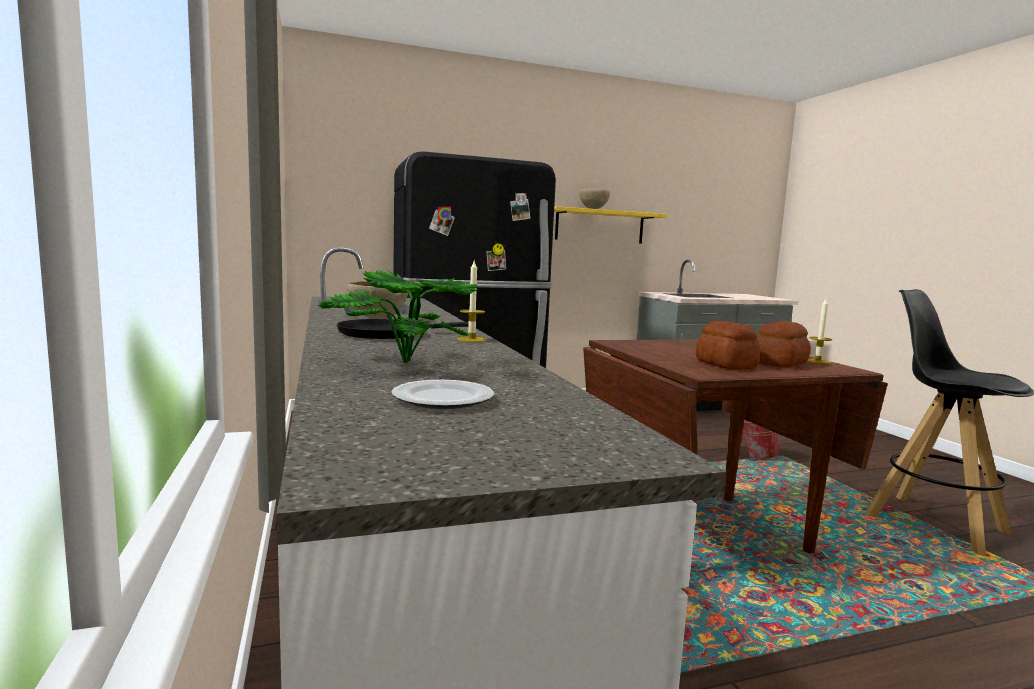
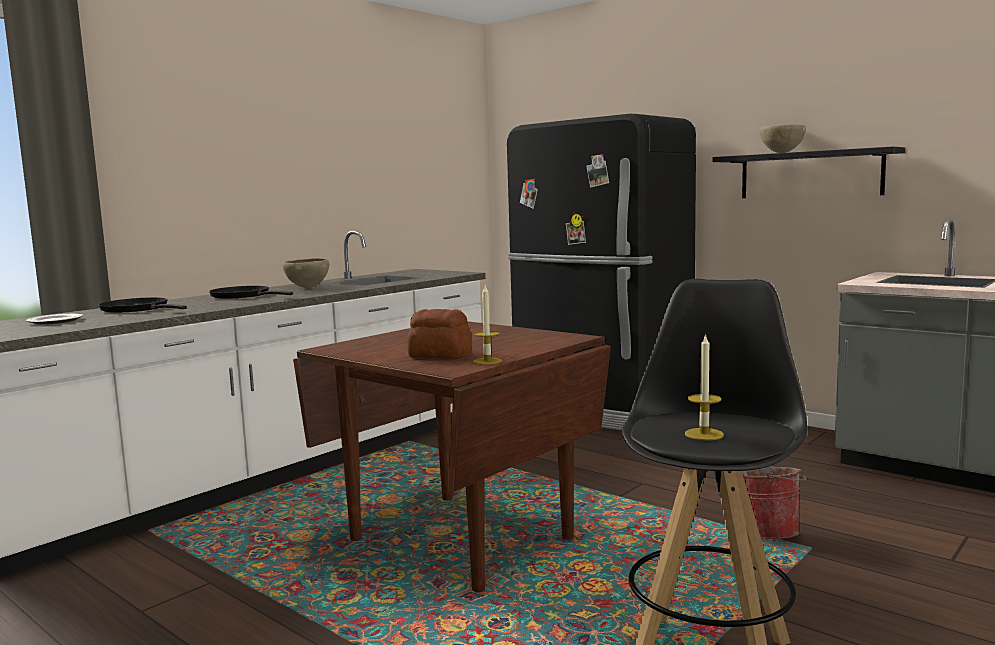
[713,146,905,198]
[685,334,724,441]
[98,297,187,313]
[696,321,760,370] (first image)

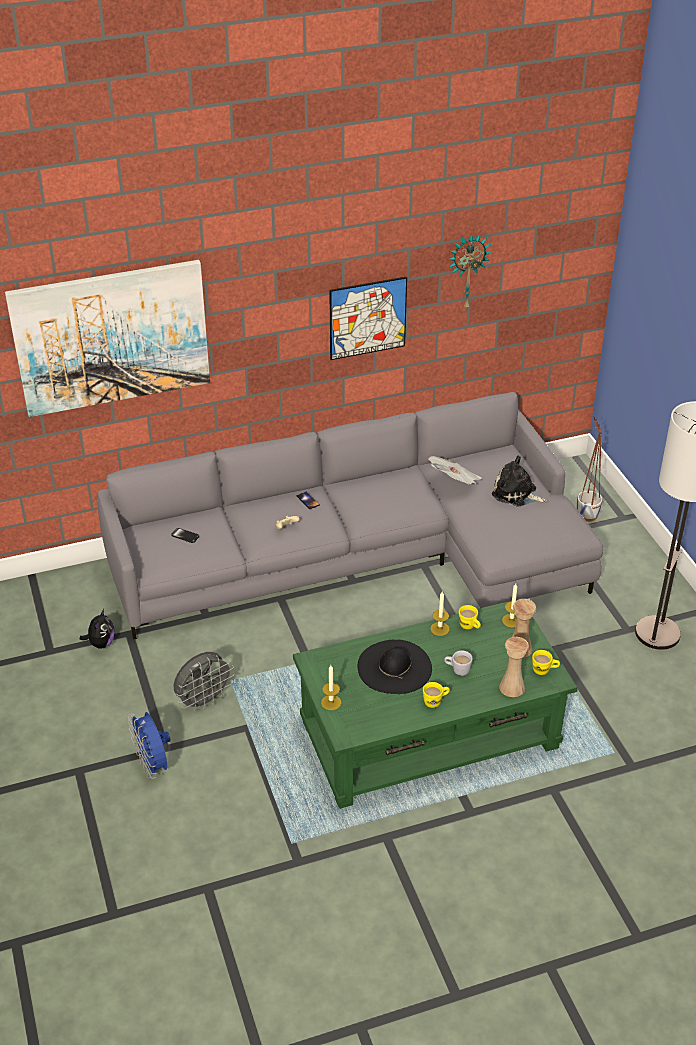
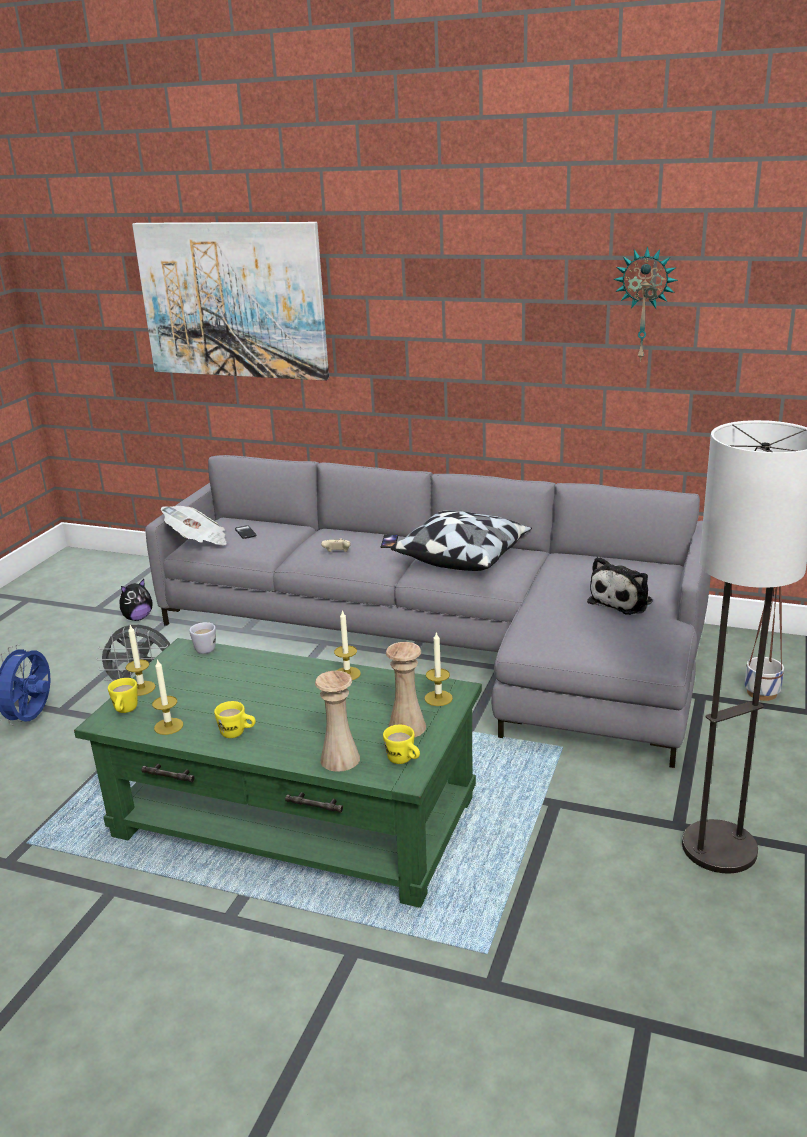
[329,276,407,360] (first image)
[587,557,653,615]
[161,506,227,545]
[108,678,138,713]
[358,639,432,694] (first image)
[189,622,216,654]
[391,510,532,571]
[152,659,183,735]

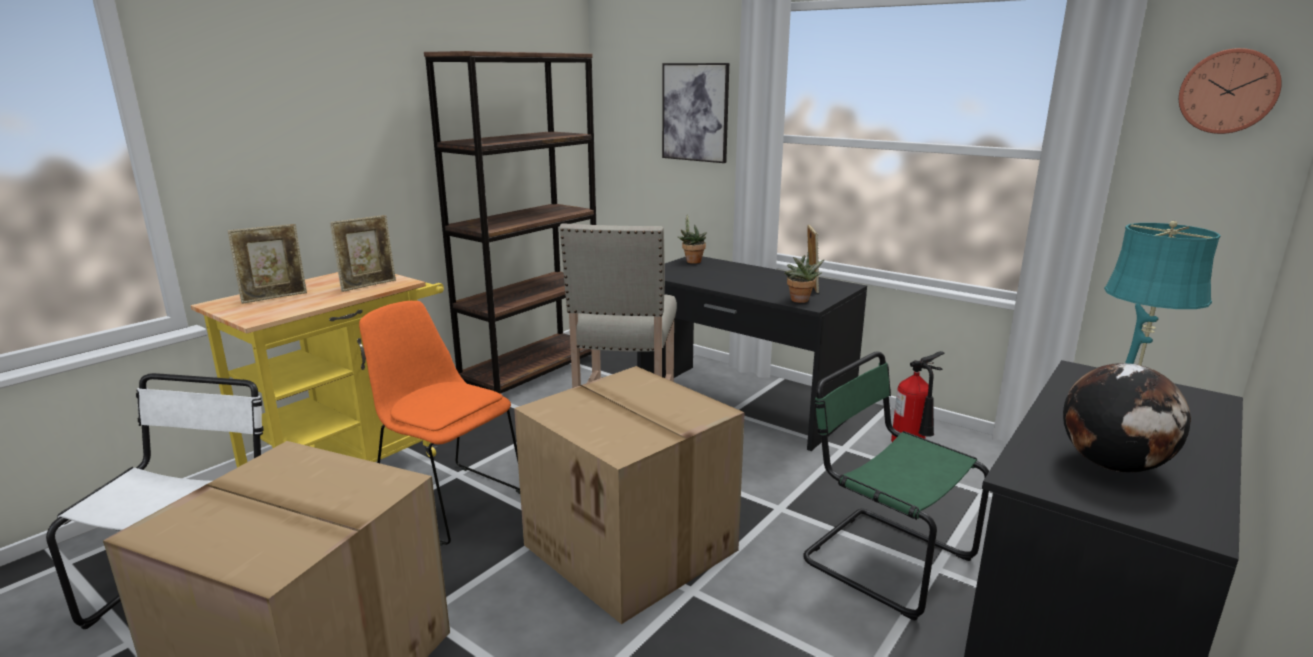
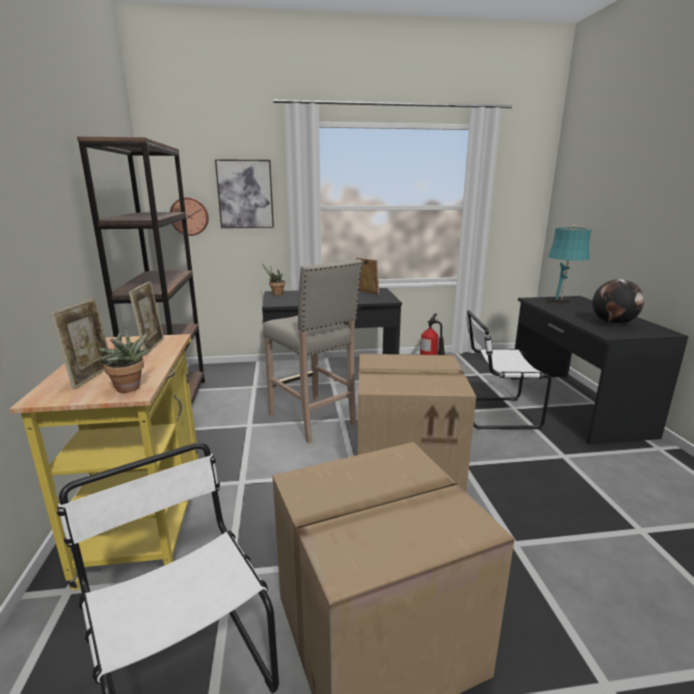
[170,197,209,236]
[98,328,150,393]
[359,301,520,546] (first image)
[467,310,552,429]

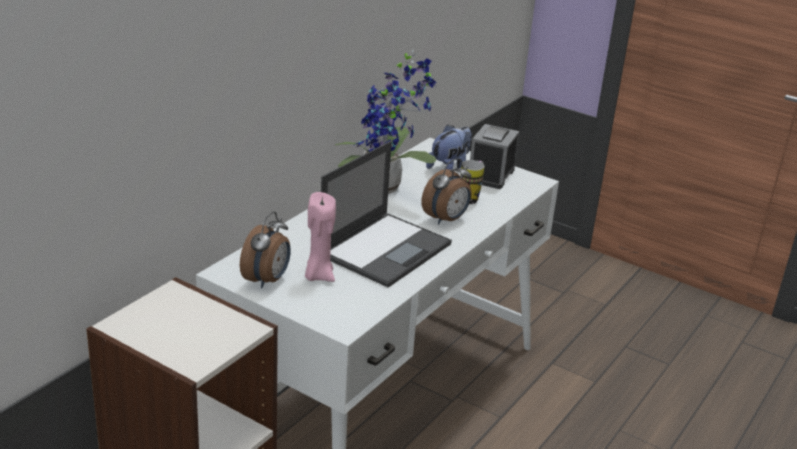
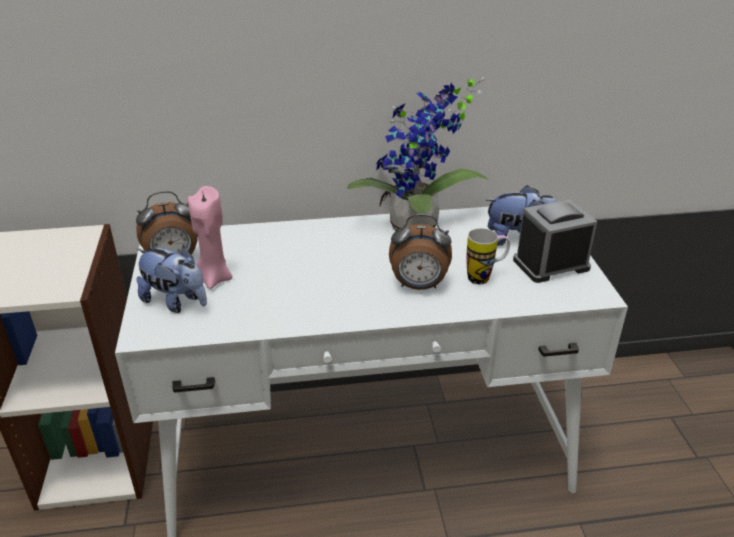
[321,141,452,288] (first image)
[136,246,207,313]

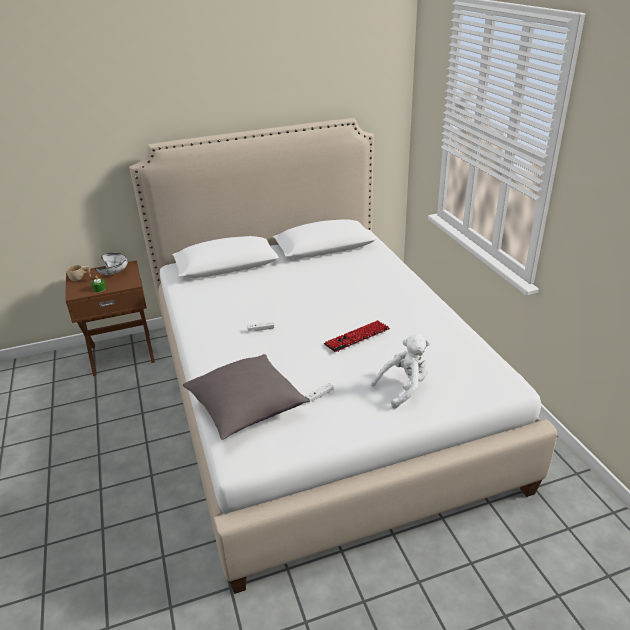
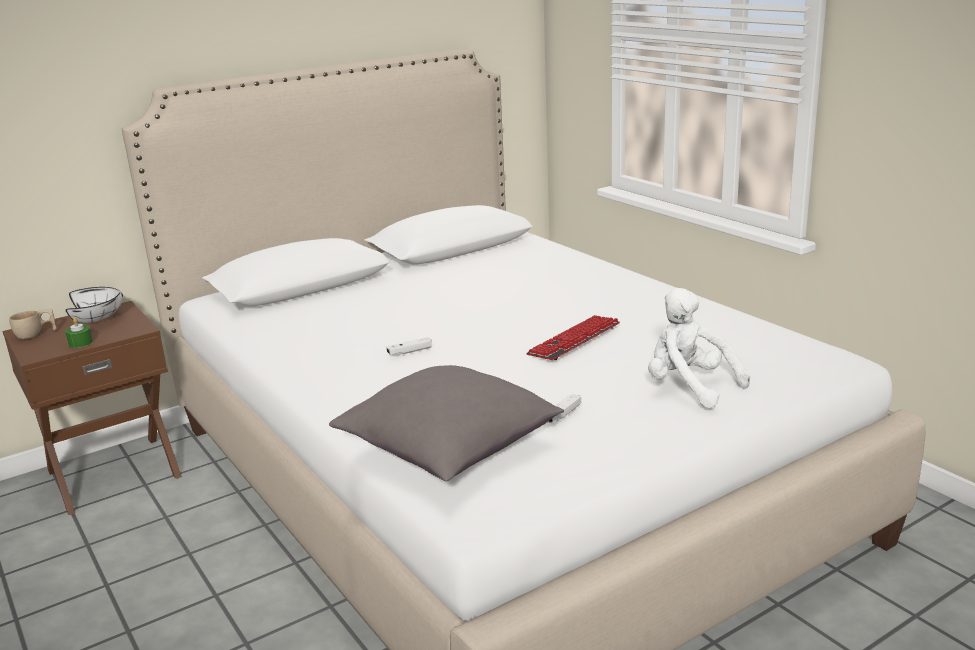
[648,288,750,408]

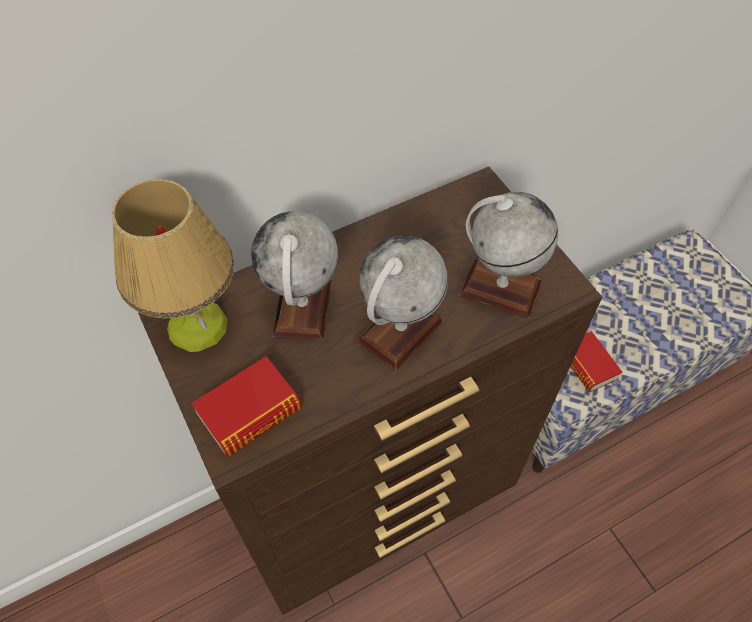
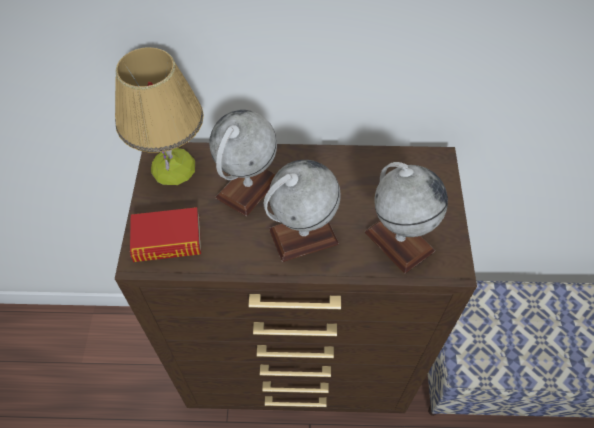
[571,331,622,392] (first image)

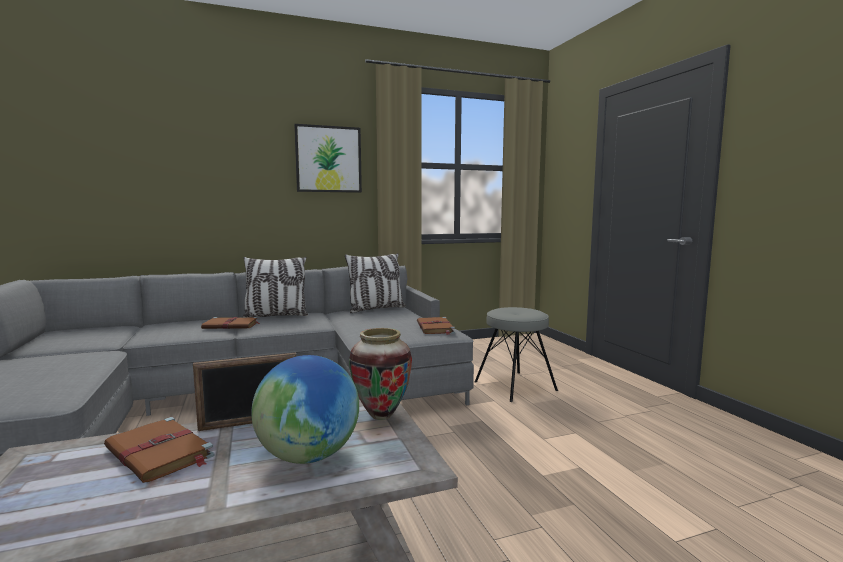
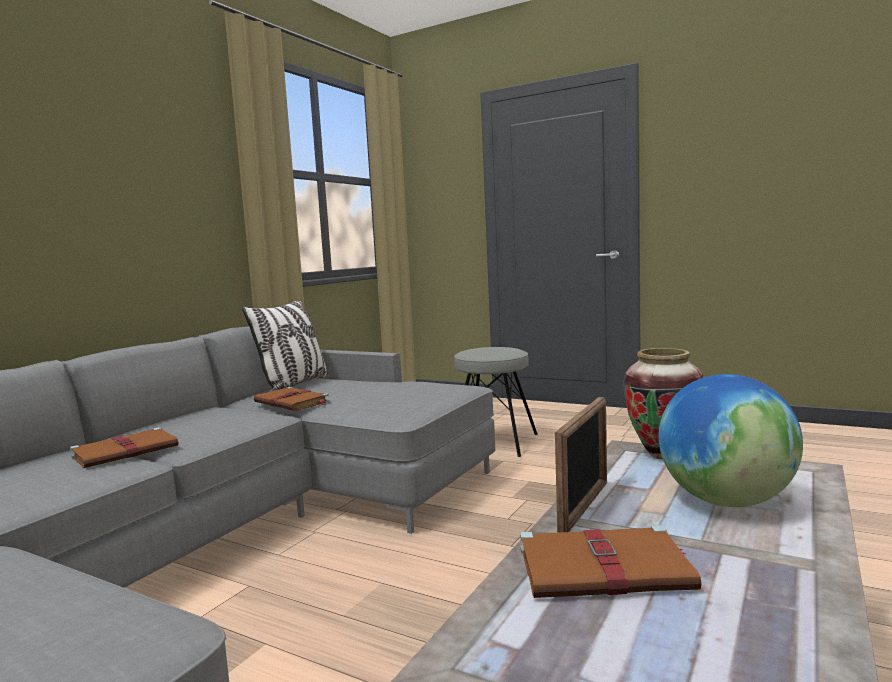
[294,124,362,193] (first image)
[242,257,308,317] (first image)
[254,387,330,411]

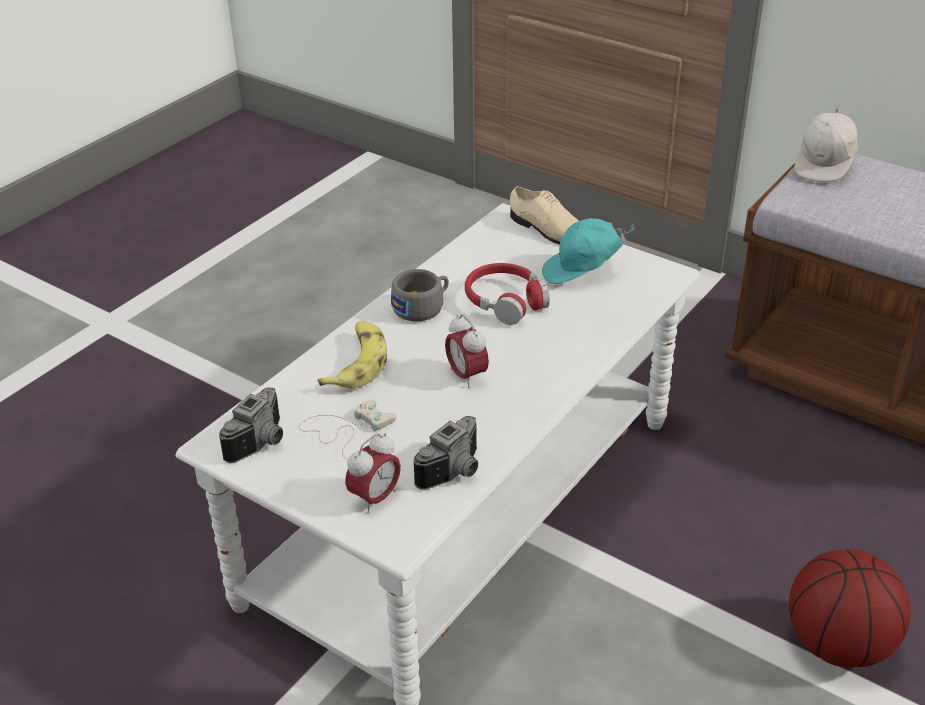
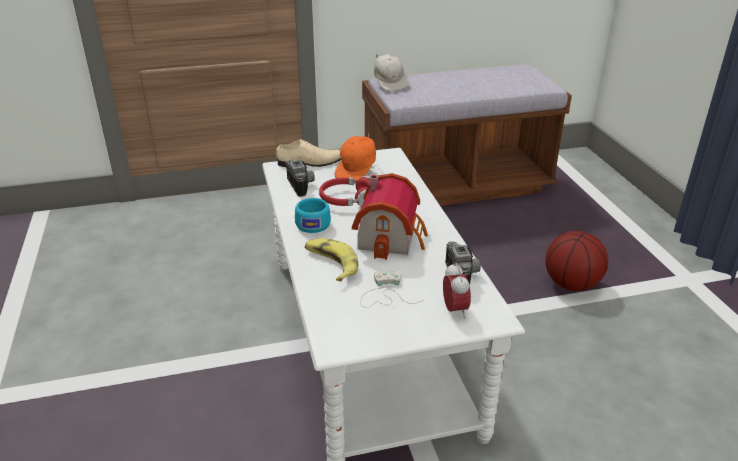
[335,135,376,181]
[295,198,331,233]
[352,173,428,260]
[286,160,315,197]

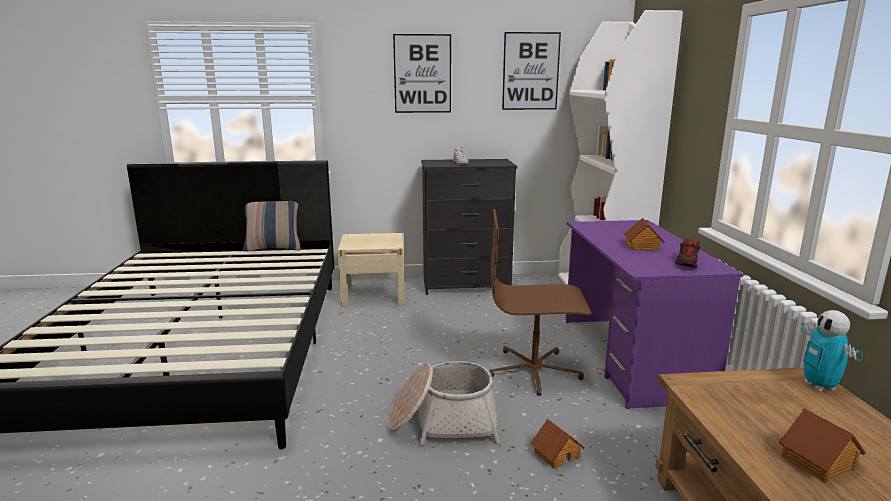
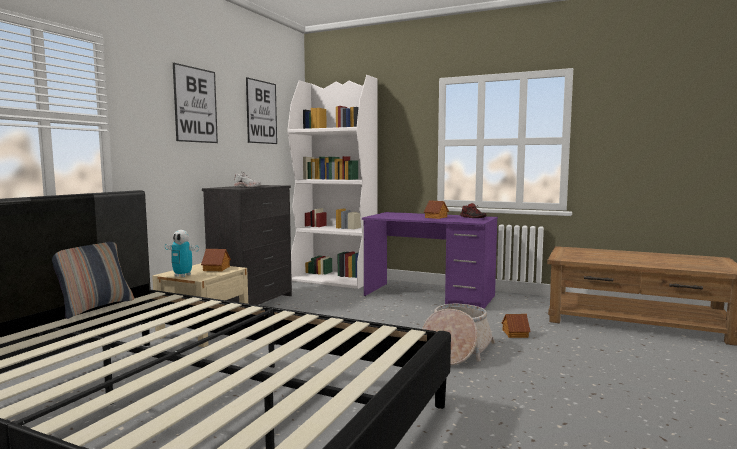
[489,209,591,396] (first image)
[165,230,199,277]
[201,249,231,271]

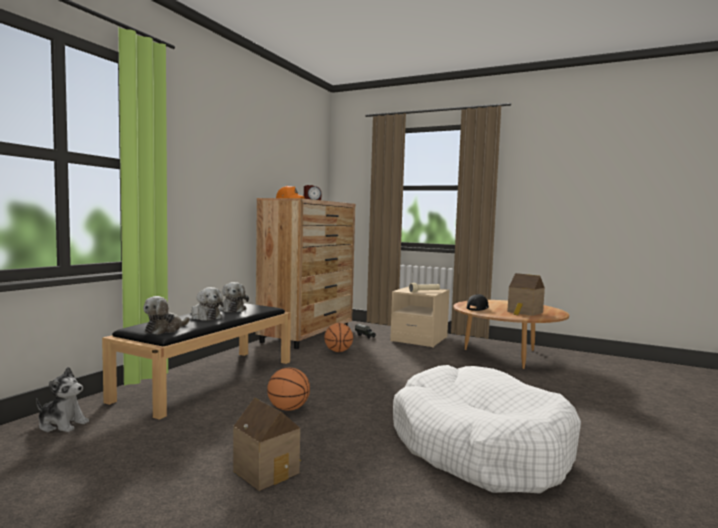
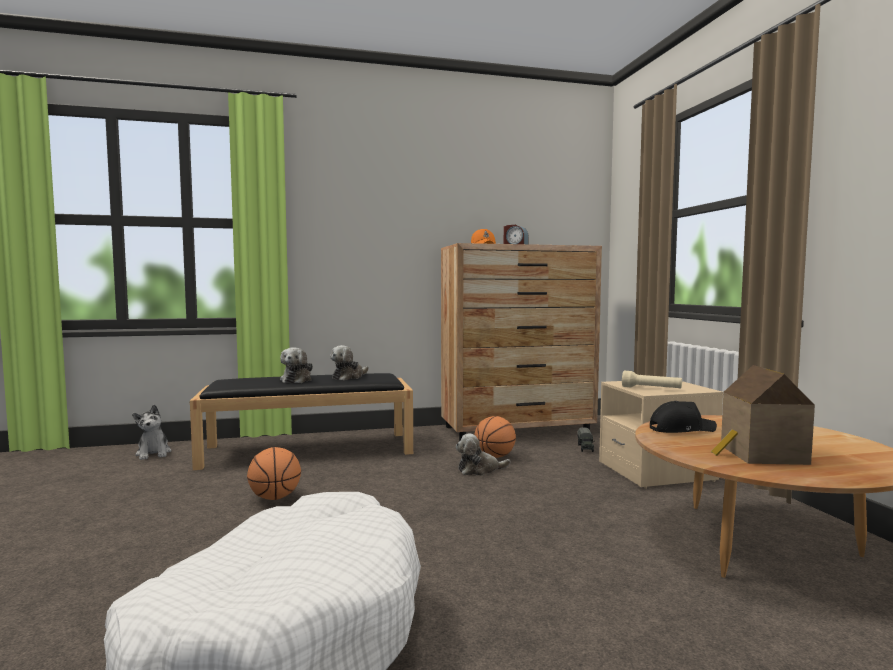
[456,434,511,476]
[233,397,301,491] (first image)

